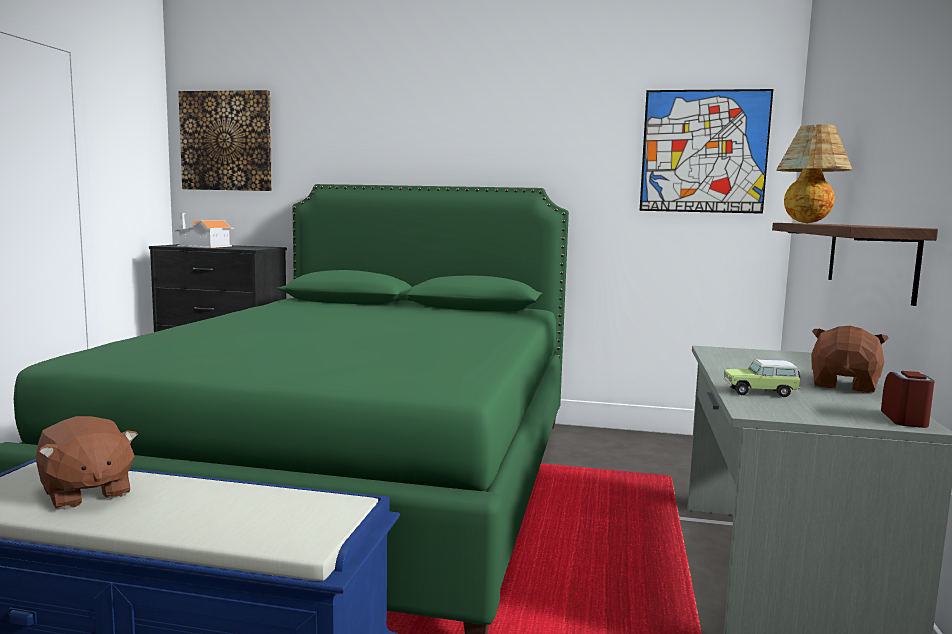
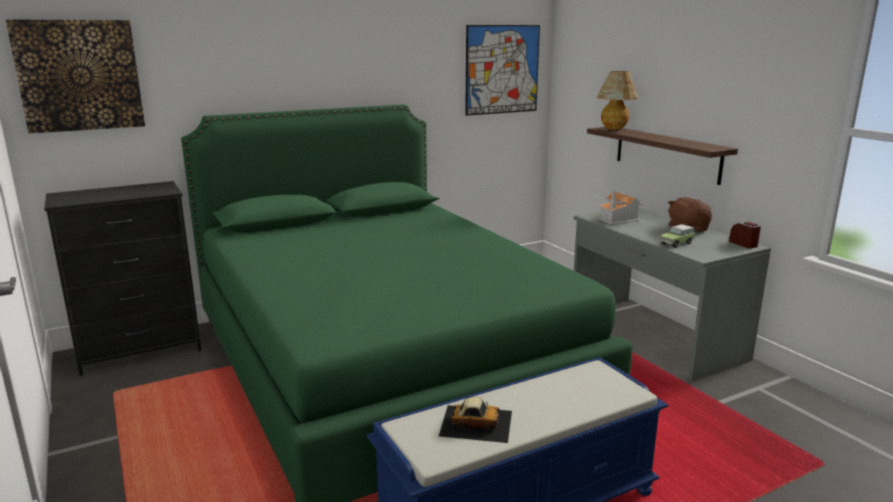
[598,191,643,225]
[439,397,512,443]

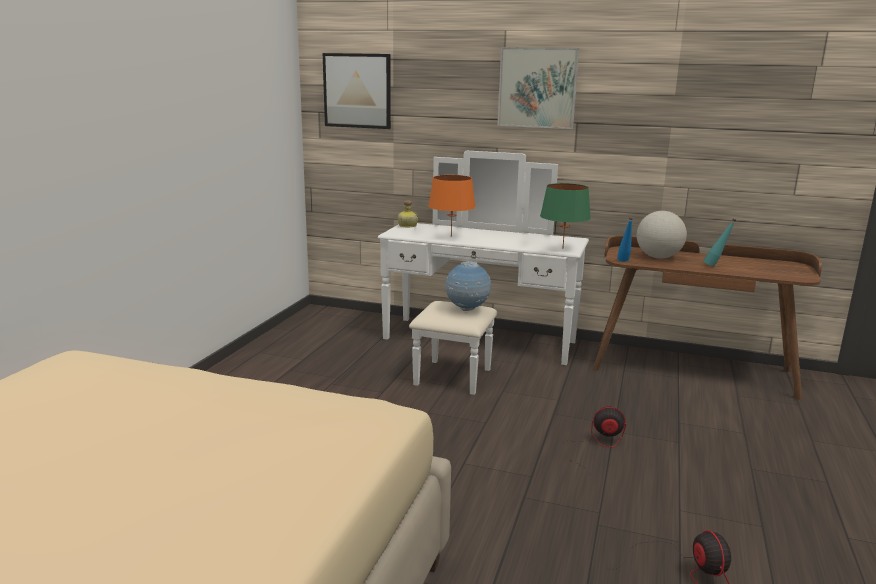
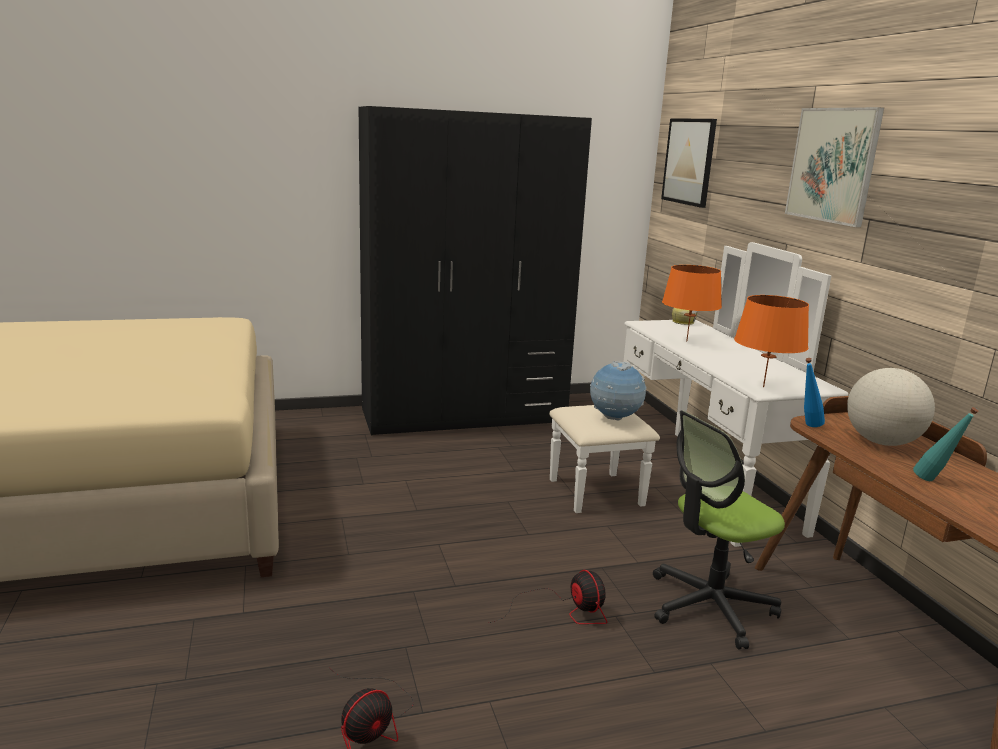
[734,295,809,387]
[359,106,592,436]
[653,410,785,649]

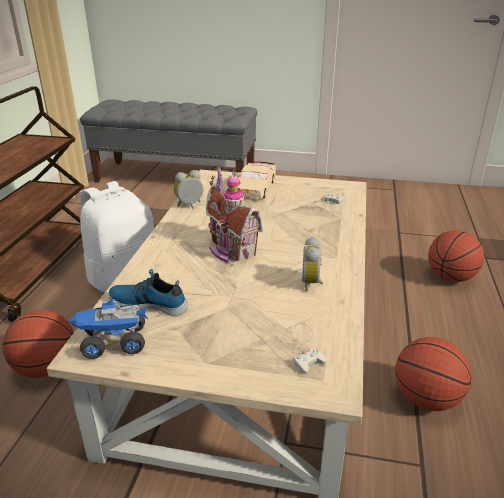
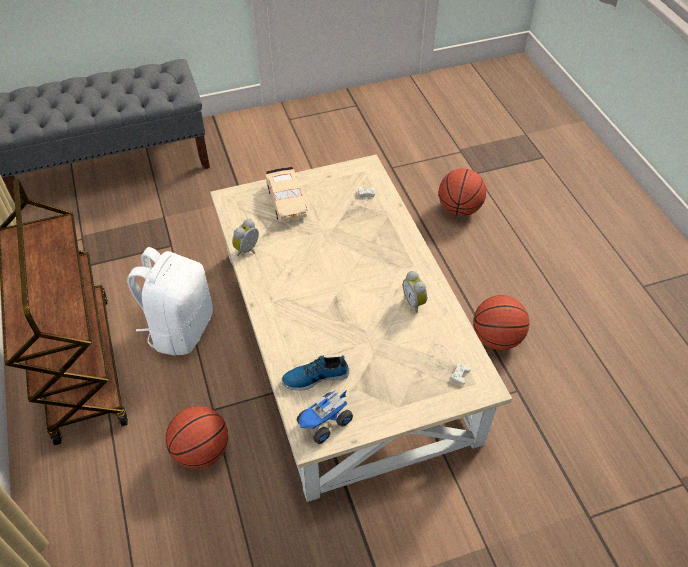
[206,167,263,262] (first image)

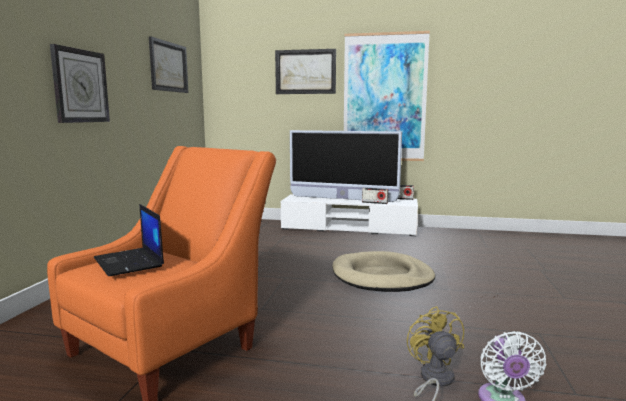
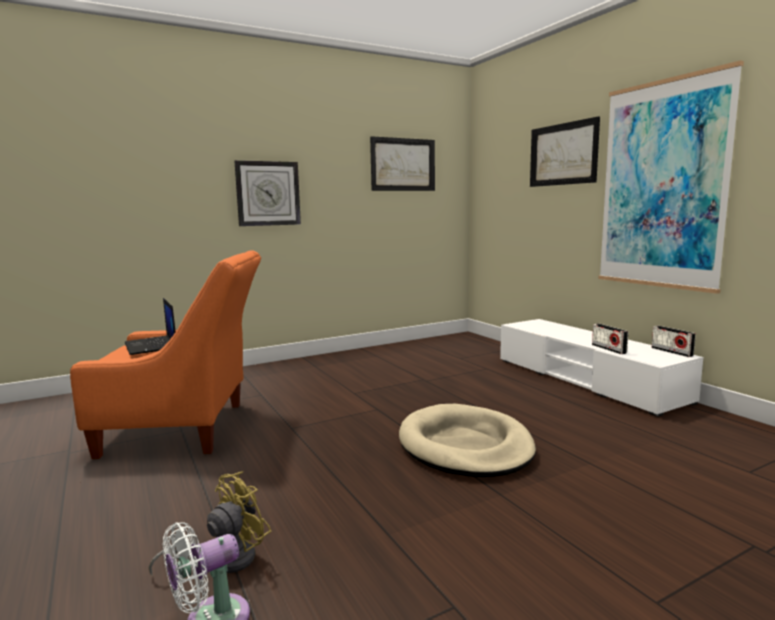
[290,130,402,202] (first image)
[125,298,175,355]

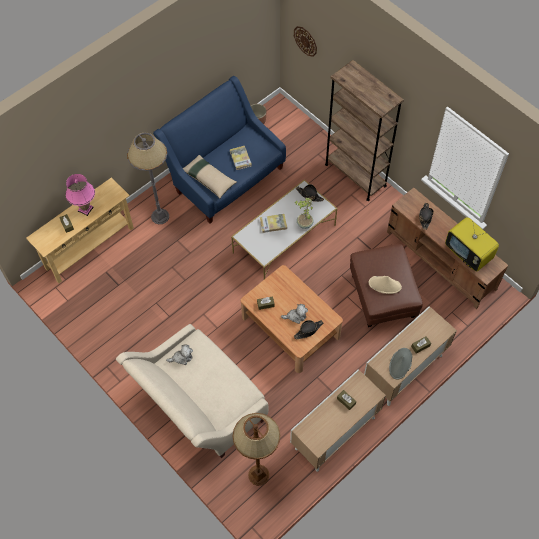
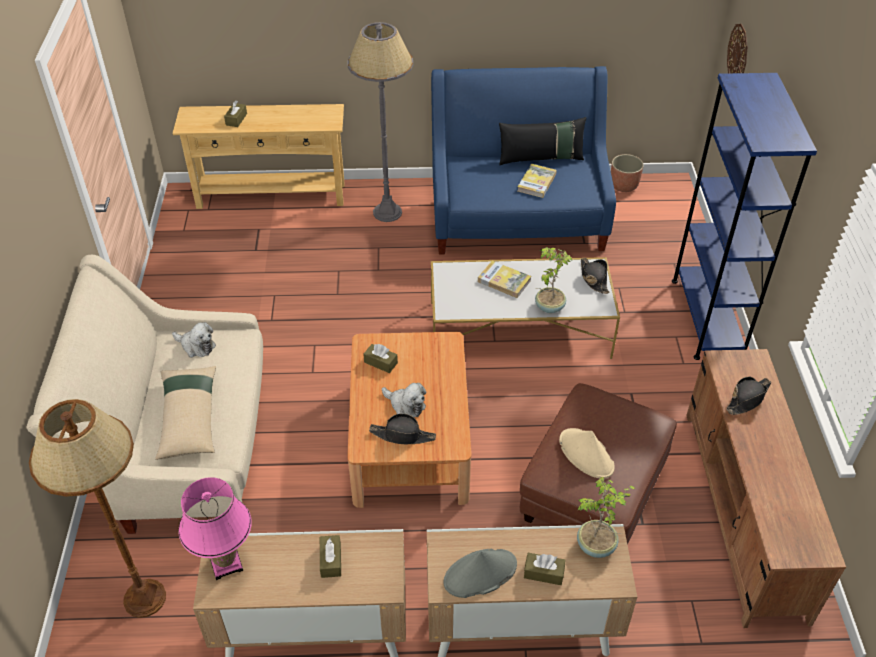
[672,73,817,360]
[155,366,216,460]
[178,477,252,580]
[445,217,499,271] (first image)
[499,117,586,165]
[577,477,636,558]

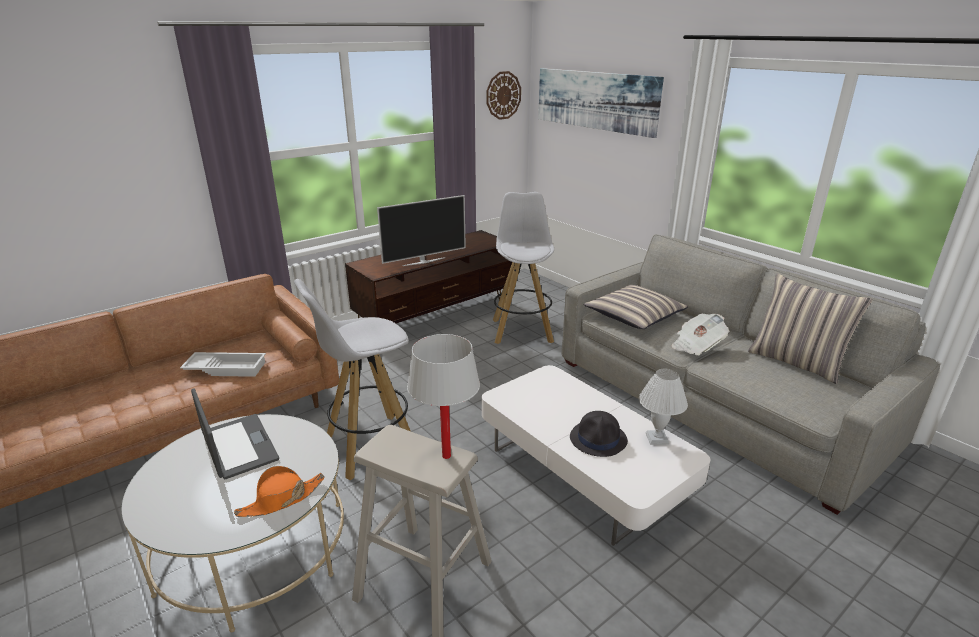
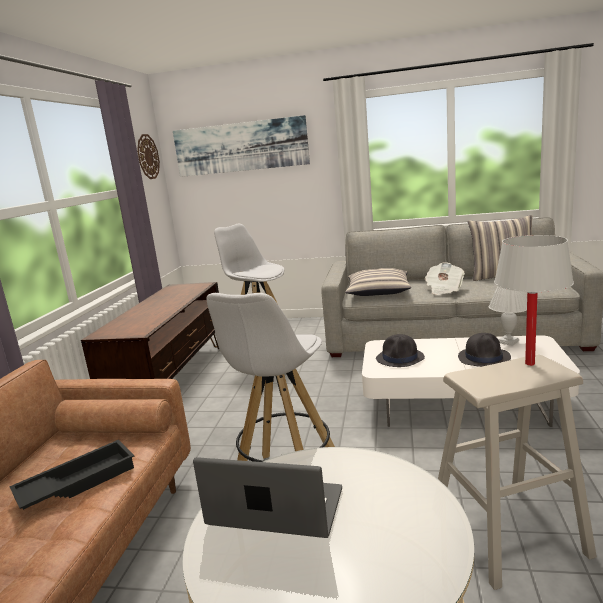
[377,195,466,266] (first image)
[9,440,134,510]
[234,466,325,517] (first image)
[376,334,425,367]

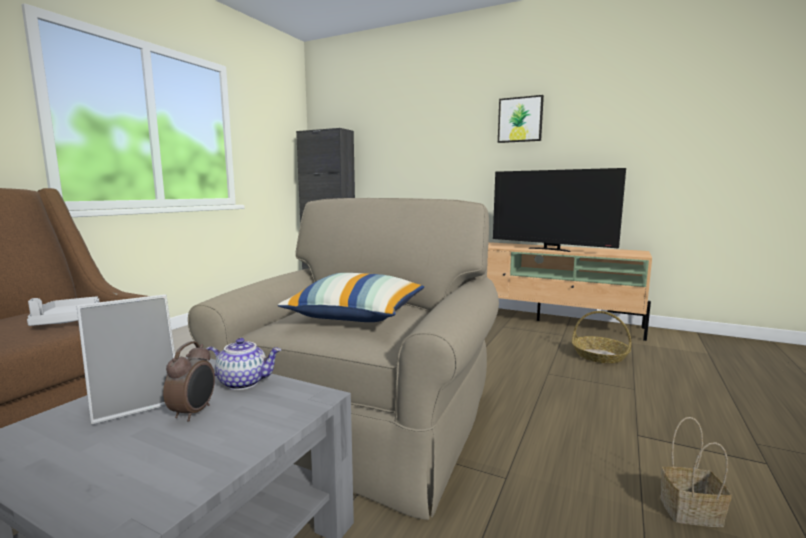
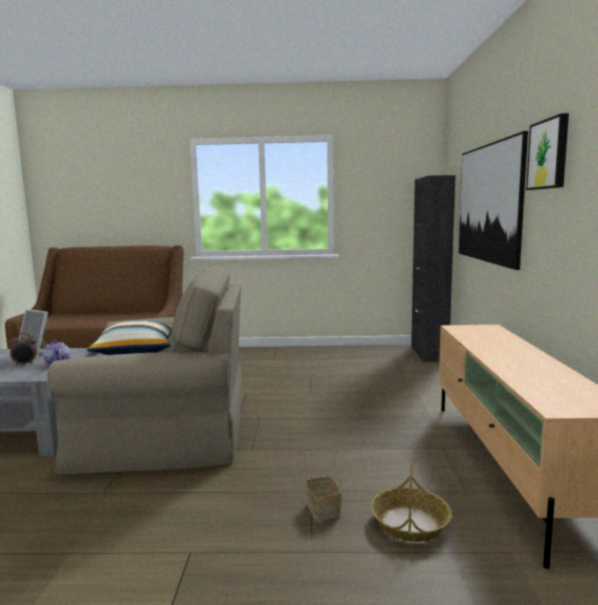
[493,168,626,252] (first image)
[27,296,100,326] (first image)
[305,447,342,521]
[459,131,528,270]

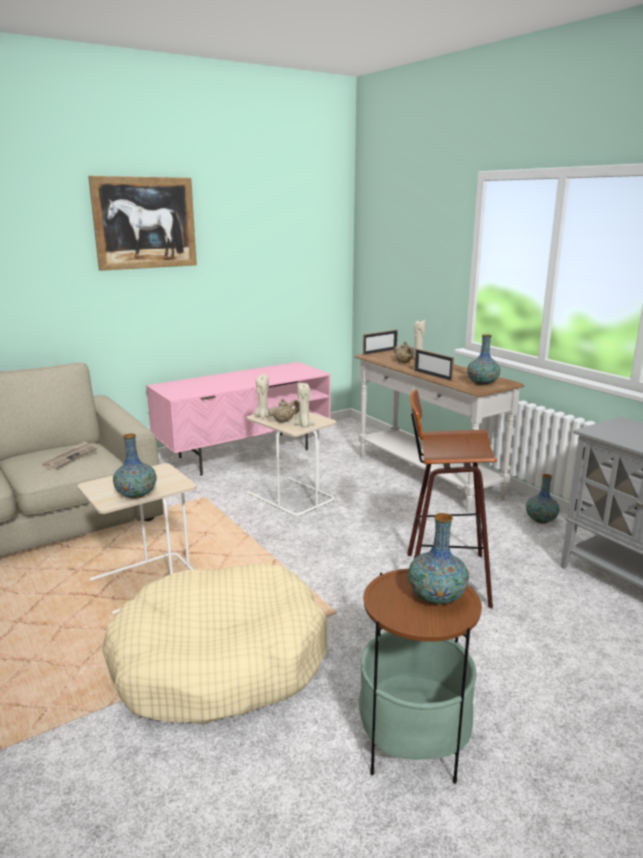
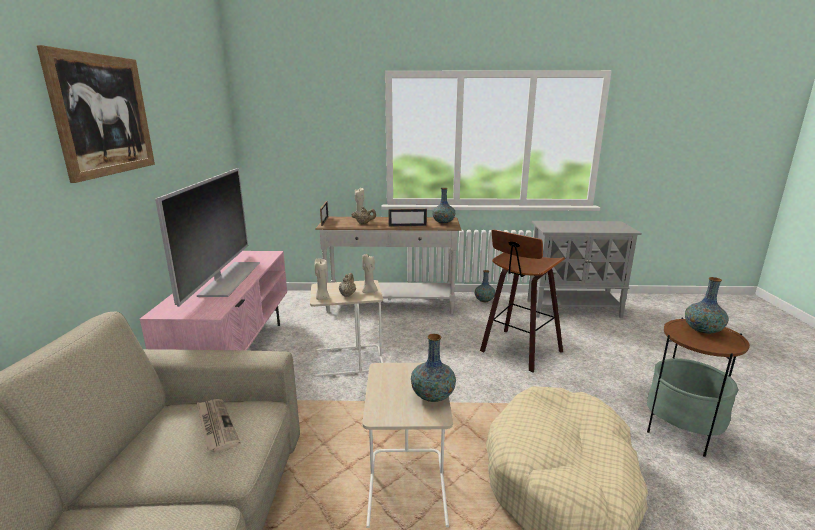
[155,168,260,307]

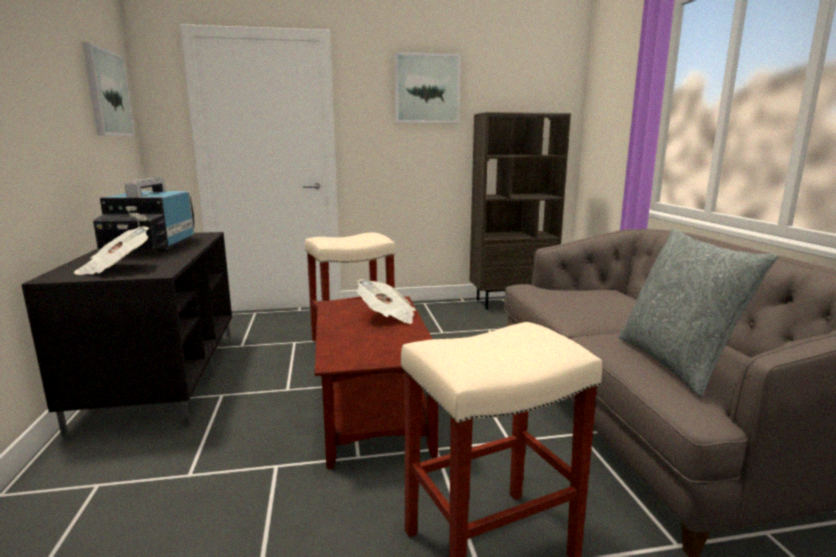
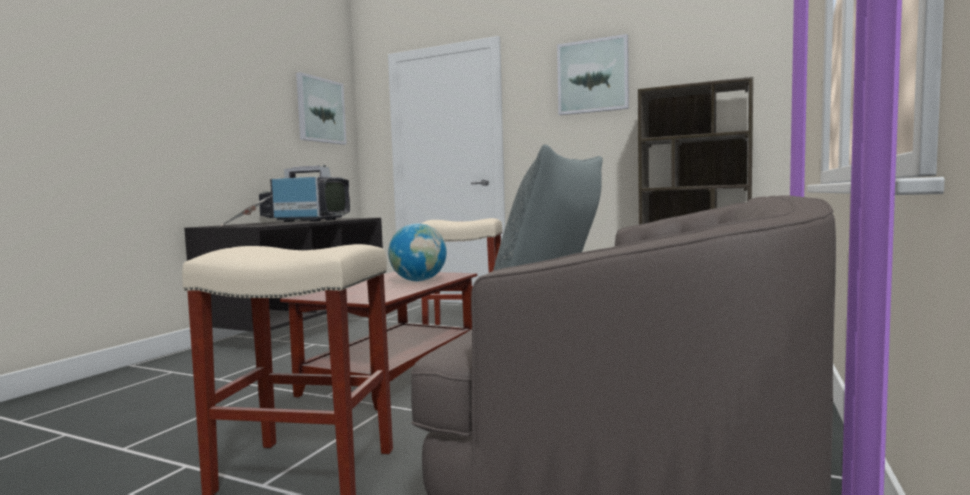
[259,165,350,222]
[388,223,447,281]

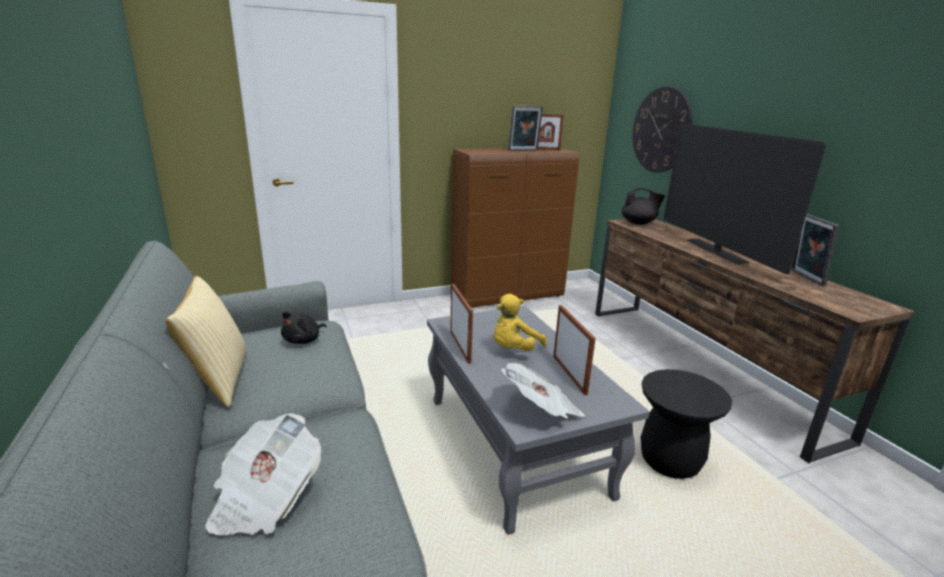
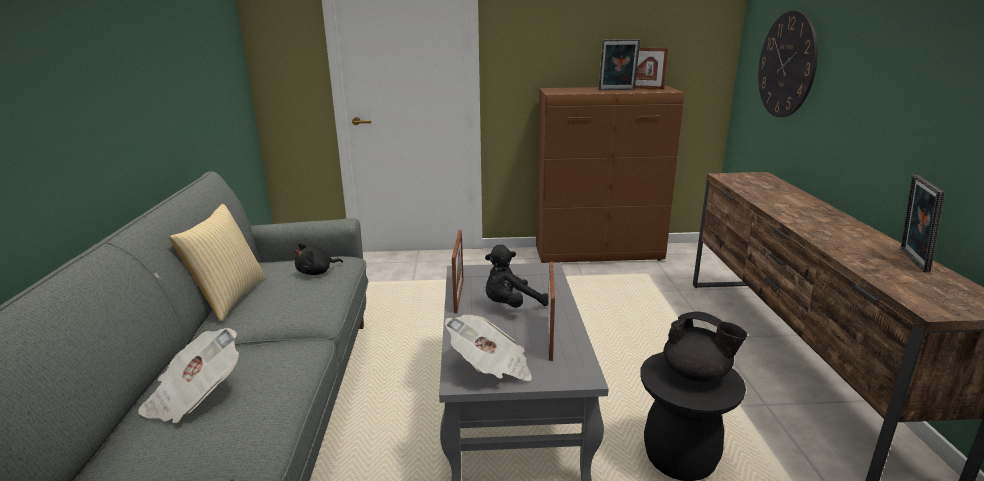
[664,123,827,275] (first image)
[663,311,747,382]
[485,245,548,308]

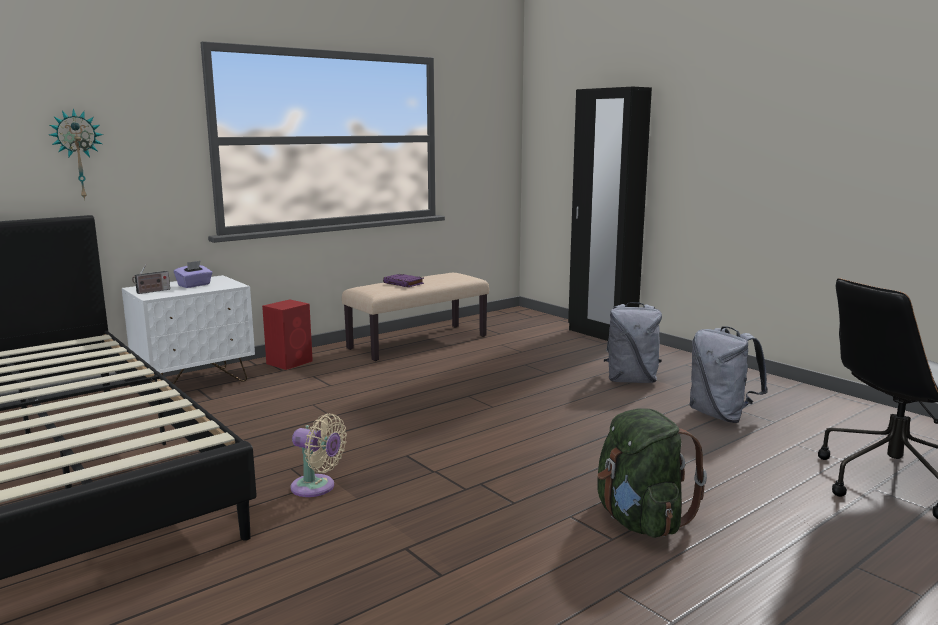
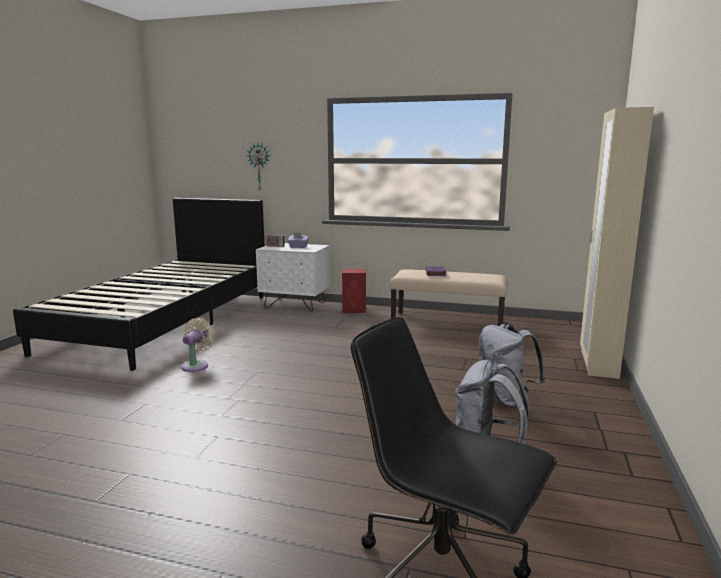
[580,107,654,379]
[597,408,707,538] (first image)
[181,318,215,372]

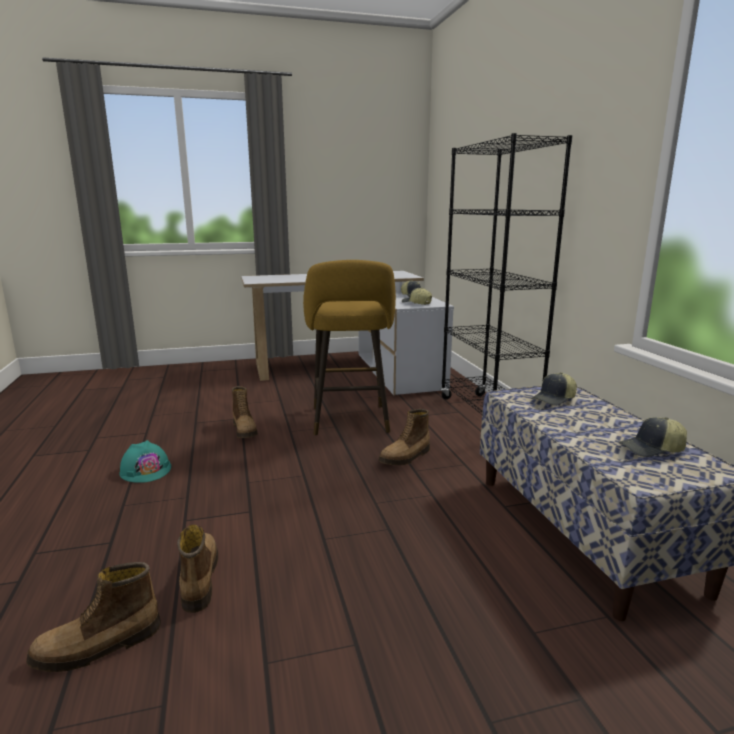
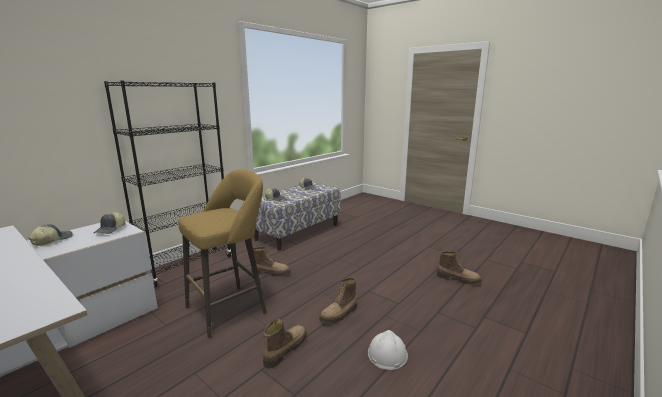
[368,330,408,370]
[319,277,357,323]

